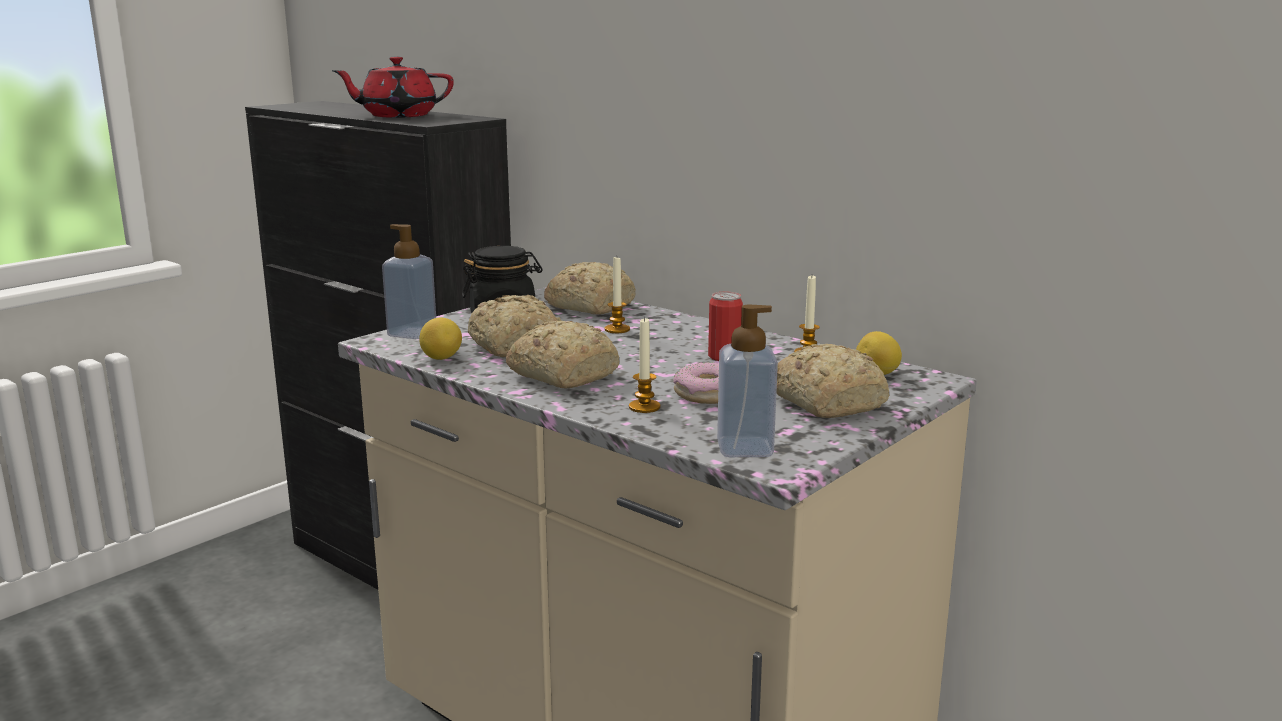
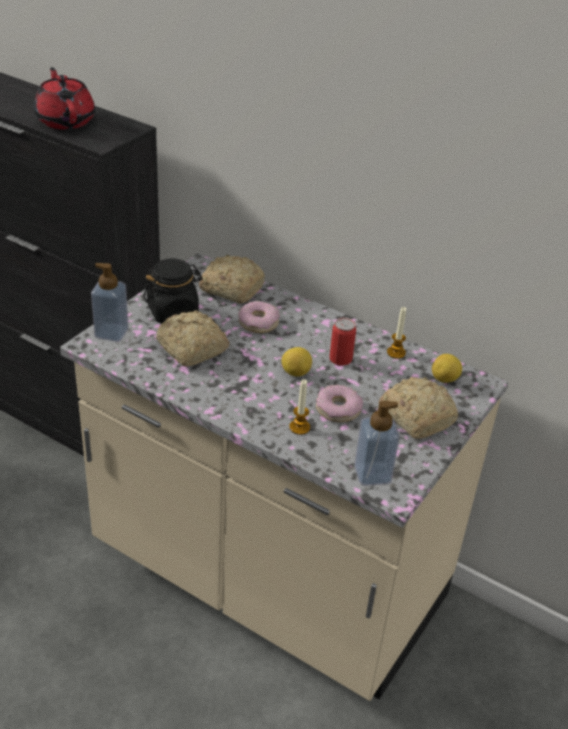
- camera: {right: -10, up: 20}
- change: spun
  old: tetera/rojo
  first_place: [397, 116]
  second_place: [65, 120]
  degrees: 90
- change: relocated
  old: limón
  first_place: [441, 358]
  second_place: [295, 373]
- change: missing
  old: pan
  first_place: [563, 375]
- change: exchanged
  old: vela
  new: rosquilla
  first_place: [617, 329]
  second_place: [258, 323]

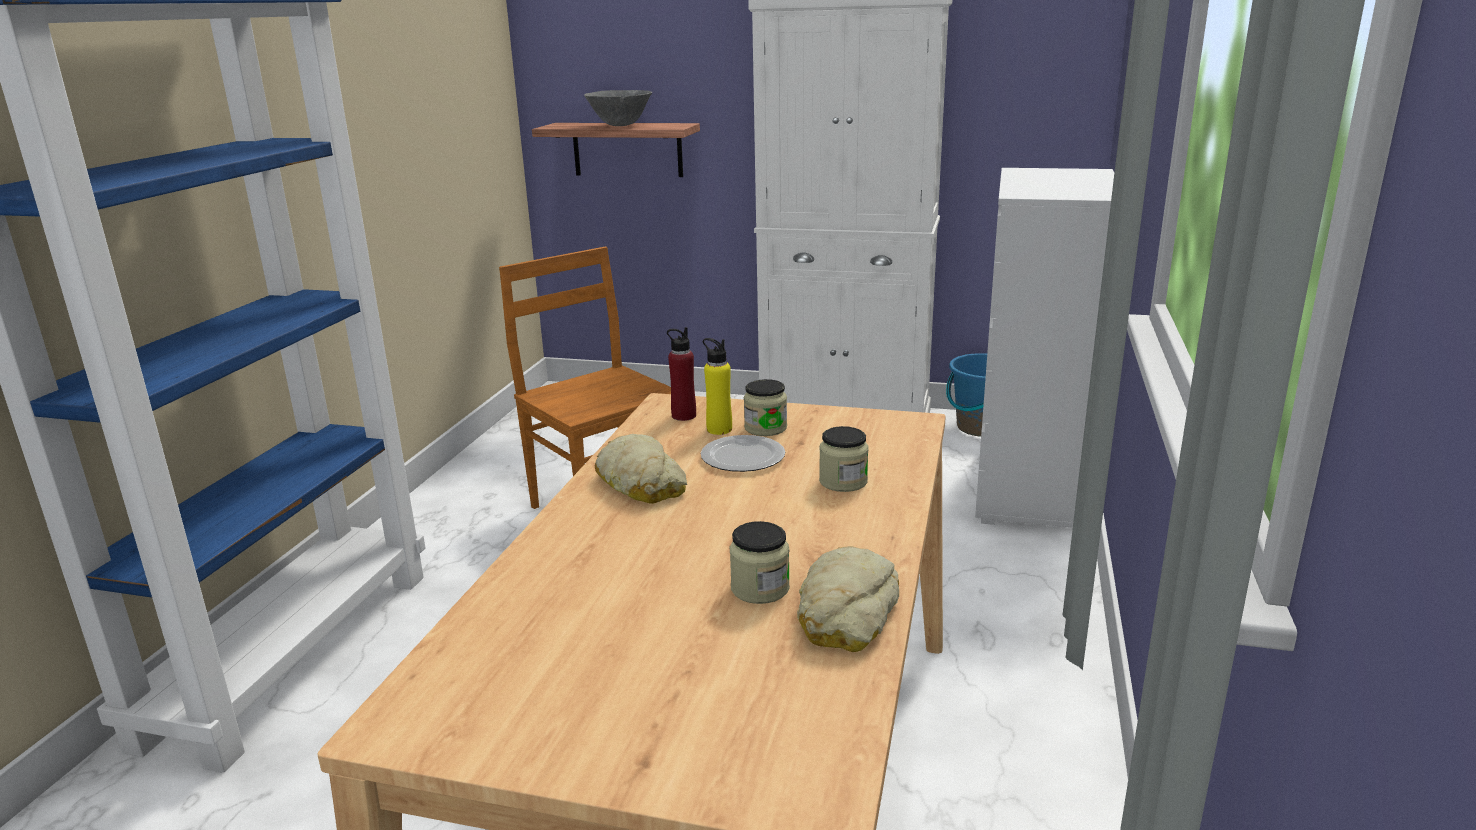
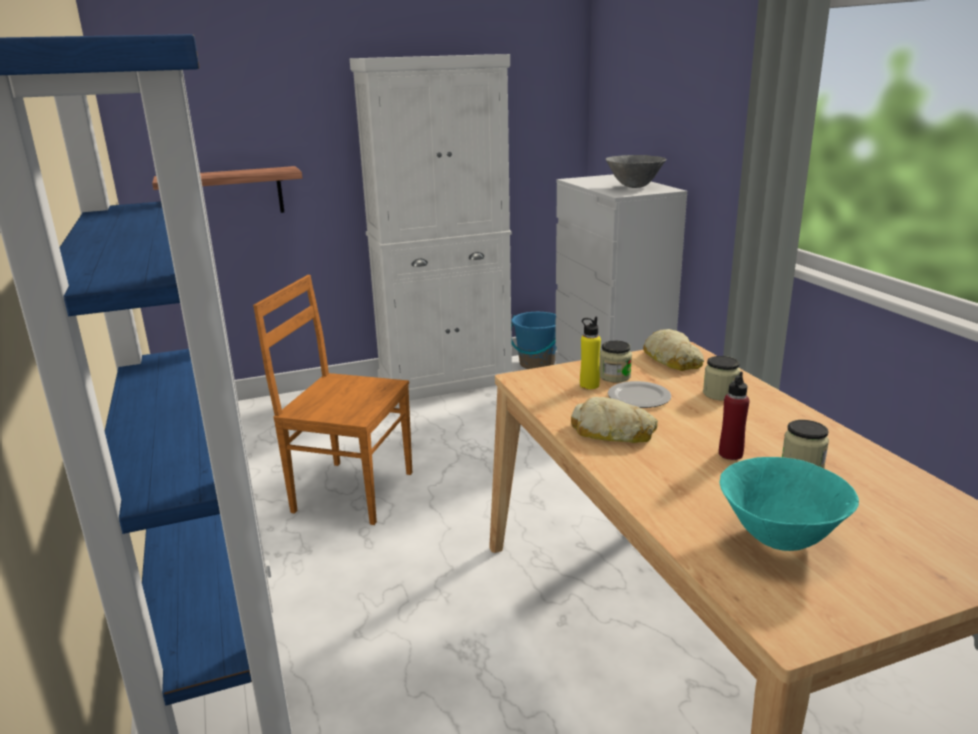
- camera: {right: -35, up: 0}
- change: relocated
  old: cuenco/gris
  first_place: [621, 125]
  second_place: [634, 187]
- change: relocated
  old: botella/rojo
  first_place: [683, 416]
  second_place: [730, 454]
- change: relocated
  old: pan
  first_place: [846, 612]
  second_place: [672, 359]
- change: appeared
  new: cuenco/turquesa
  second_place: [780, 539]

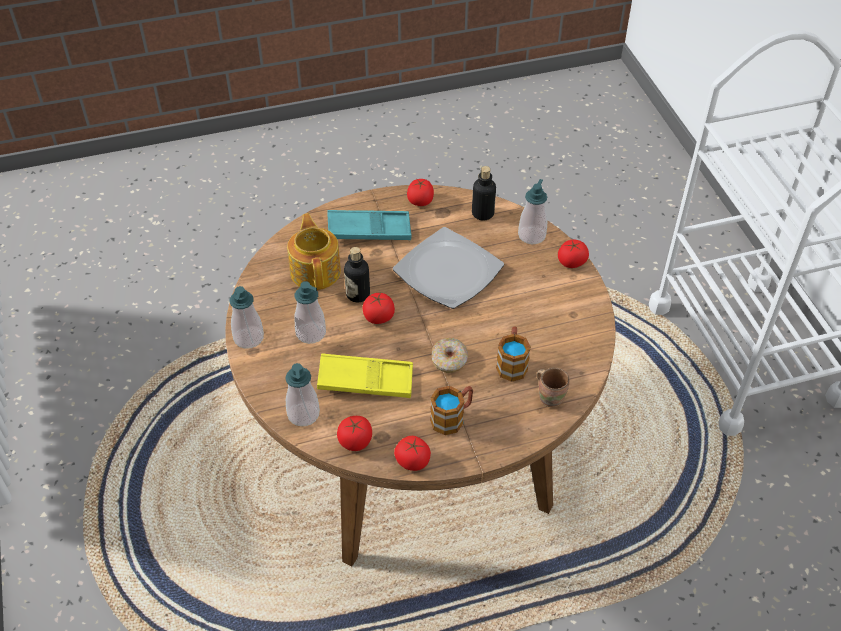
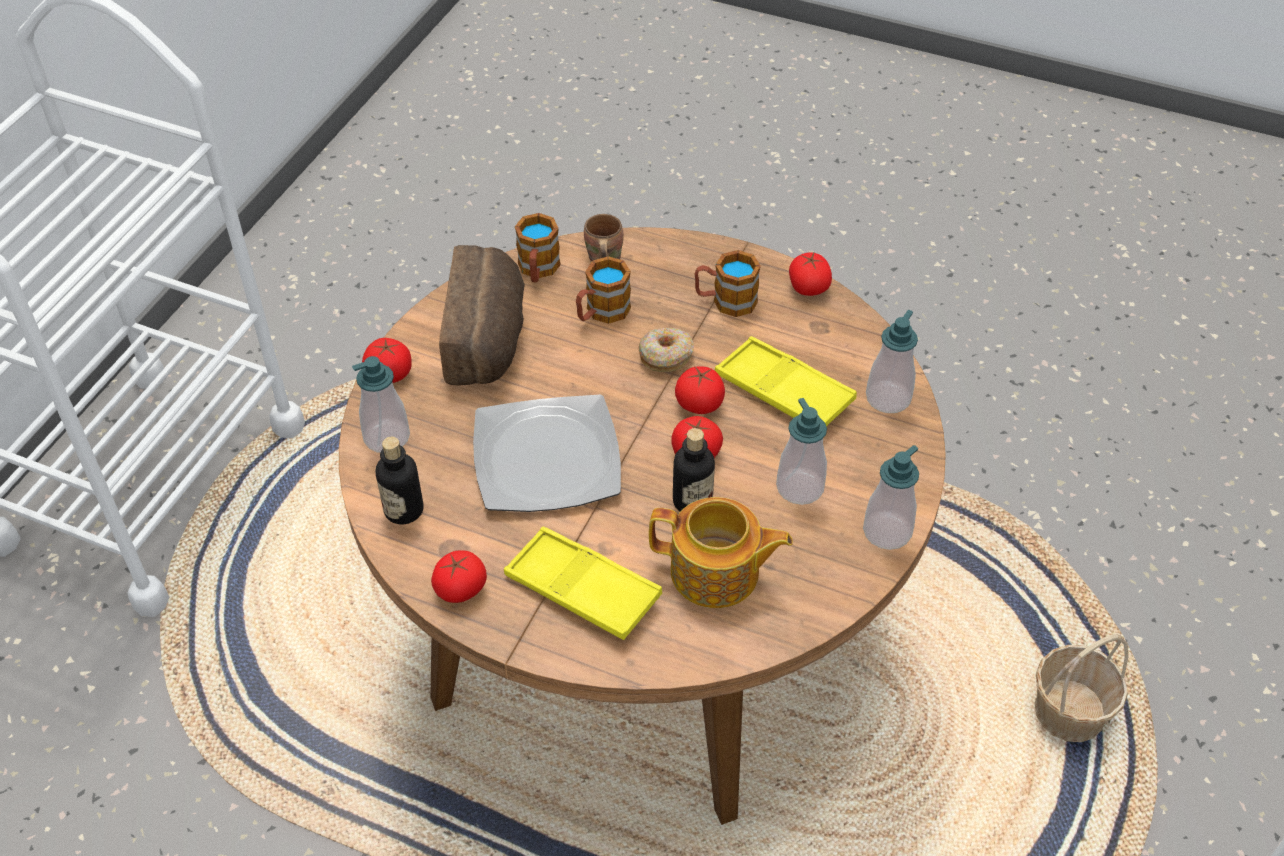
- camera: {right: -140, up: 0}
- change: spun
  old: tetera
  first_place: [316, 270]
  second_place: [716, 573]
  degrees: -105
- change: colour
  old: bandeja/turquesa
  new: bandeja/amarillo
  first_place: [369, 230]
  second_place: [582, 589]
- change: relocated
  old: tomate
  first_place: [355, 441]
  second_place: [699, 404]
- change: appeared
  new: pan
  second_place: [488, 339]
- change: appeared
  new: taza grande
  second_place: [538, 270]
- change: appeared
  new: cesta
  second_place: [1068, 712]

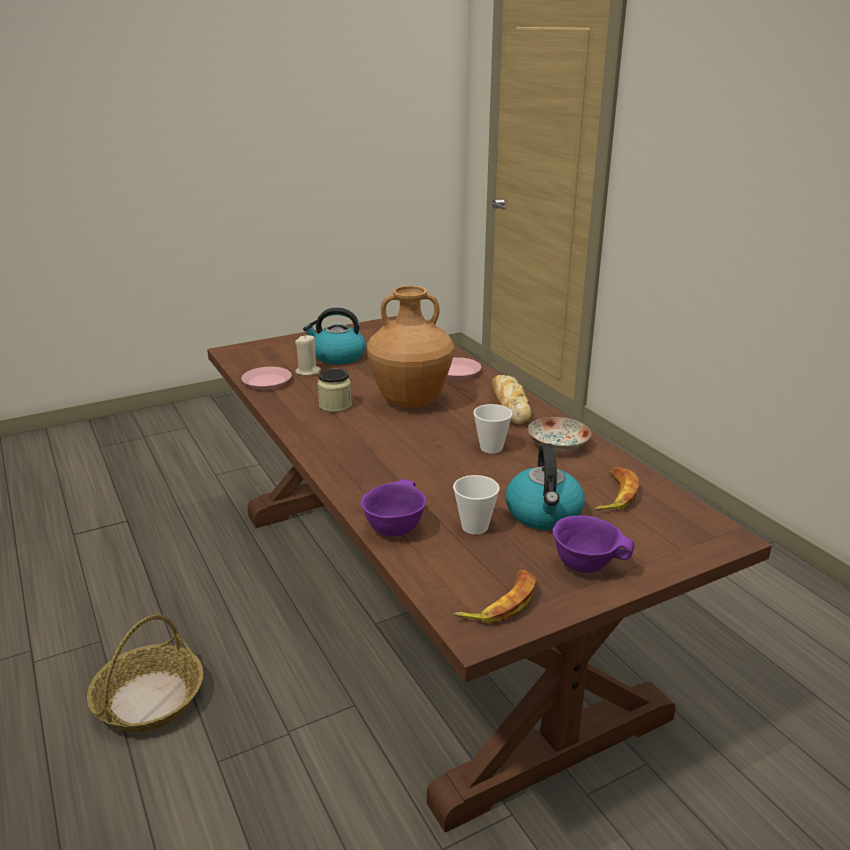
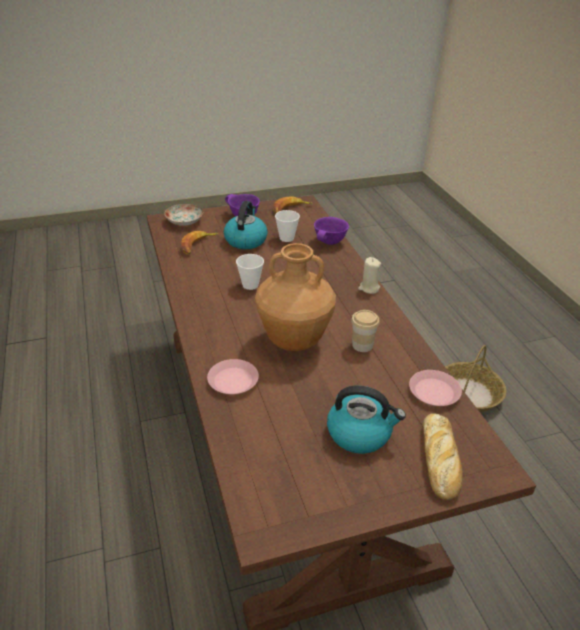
- camera: {right: -170, up: 10}
- change: relocated
  old: vela/beis
  first_place: [308, 371]
  second_place: [369, 288]
- change: exchanged
  old: tarro
  new: taza
  first_place: [335, 405]
  second_place: [362, 345]
- change: relocated
  old: pan
  first_place: [509, 406]
  second_place: [440, 461]
- change: relocated
  old: plato
  first_place: [557, 444]
  second_place: [185, 221]

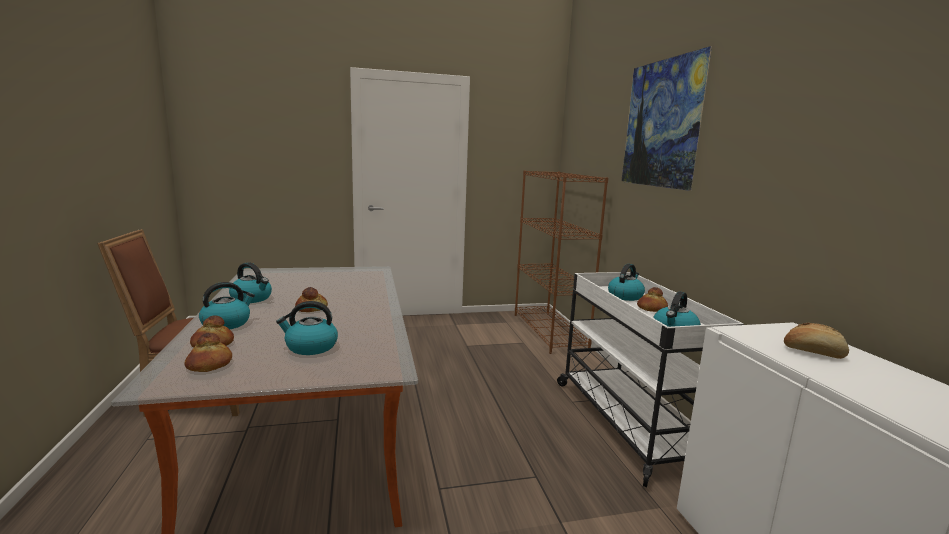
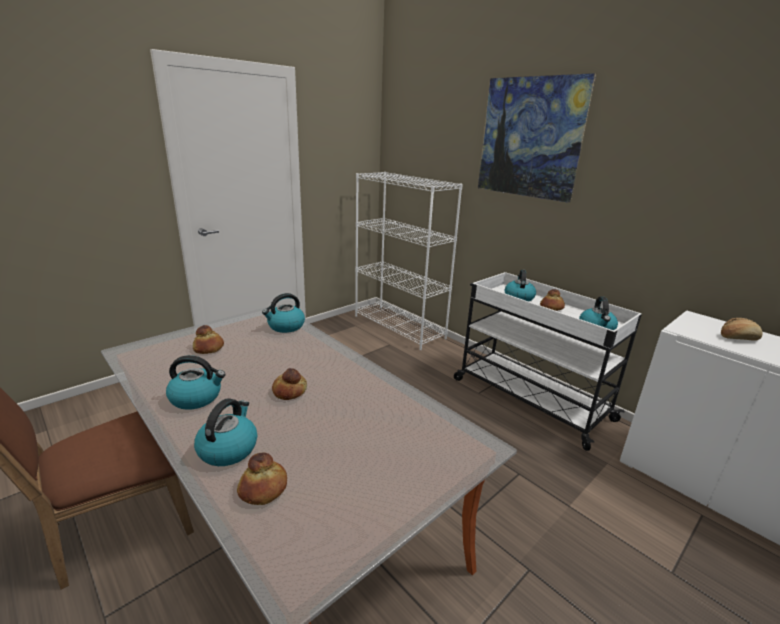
- camera: {right: -30, up: 10}
- change: relocated
  old: pan
  first_place: [210, 365]
  second_place: [209, 348]
- change: relocated
  old: hervidor
  first_place: [310, 347]
  second_place: [285, 326]
- change: colour
  old: estantería/marrón
  new: estantería/blanco
  first_place: [549, 332]
  second_place: [399, 327]

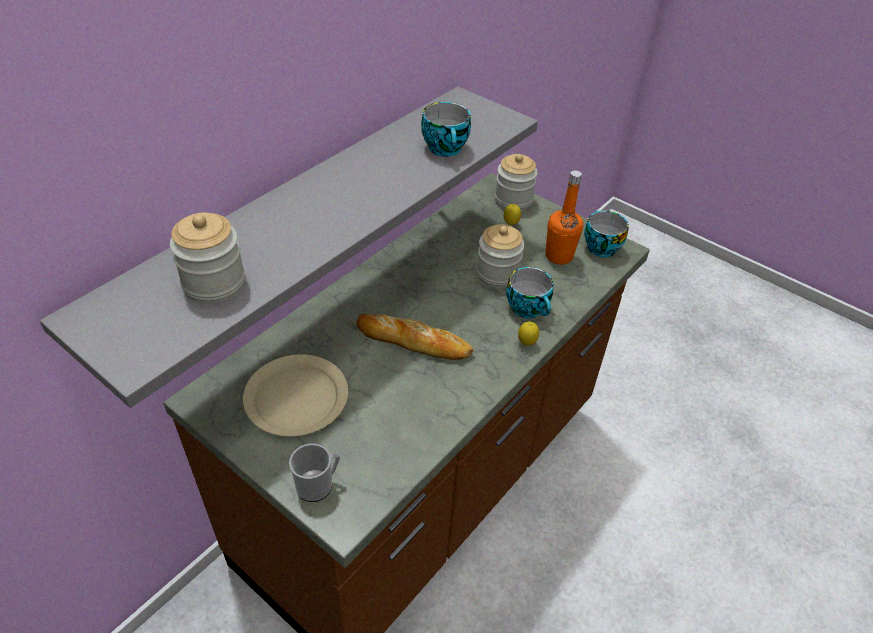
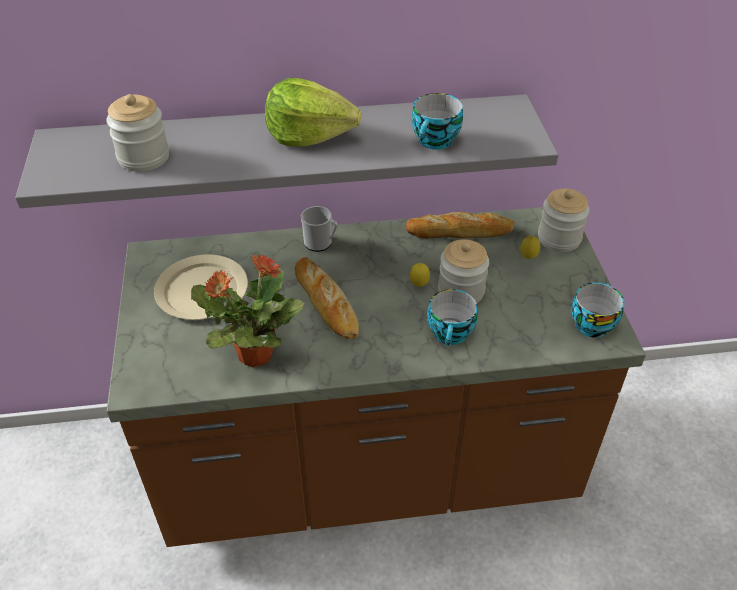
- camera: {right: 45, up: 0}
- change: relocated
  old: taza grande
  first_place: [318, 485]
  second_place: [321, 243]
- change: relocated
  old: limón
  first_place: [526, 343]
  second_place: [419, 285]
- change: missing
  old: botella/naranja
  first_place: [558, 256]
- change: appeared
  new: planta en maceta
  second_place: [253, 354]
- change: appeared
  new: lechuga
  second_place: [309, 135]
- change: appeared
  new: pan
  second_place: [460, 231]

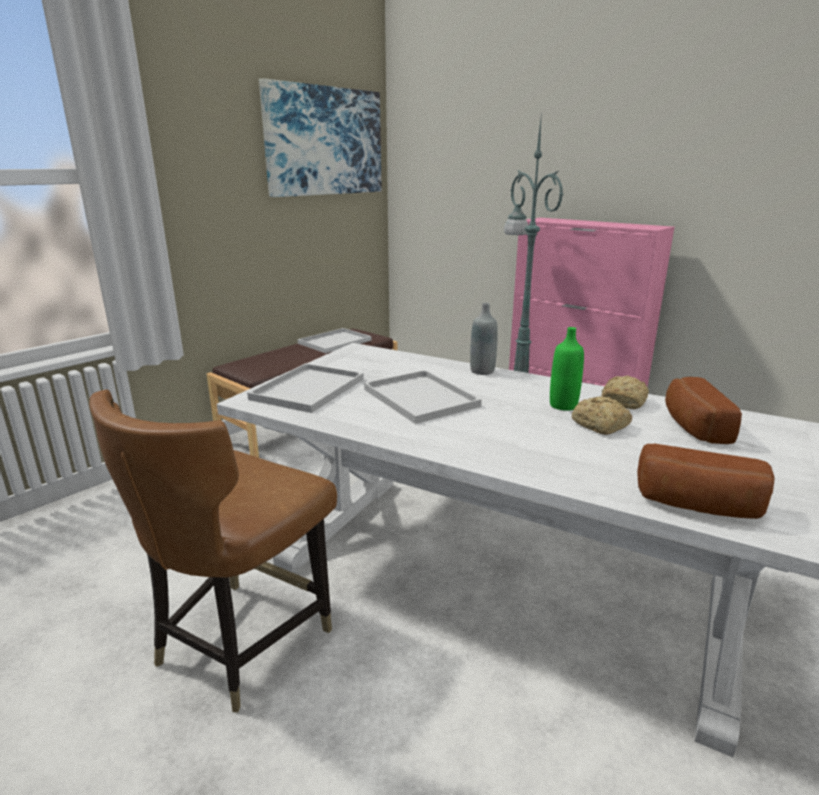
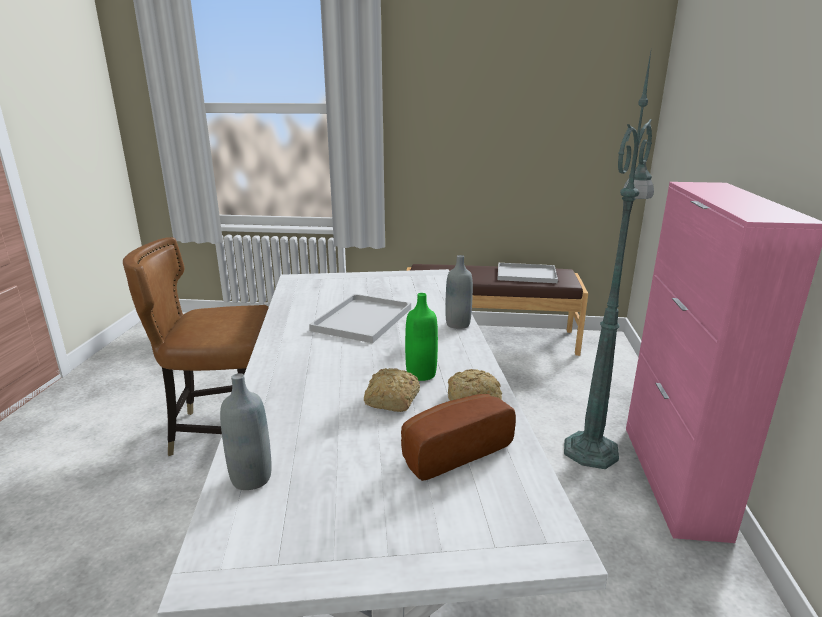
- camera: {right: 55, up: 0}
- change: missing
  old: bandeja/blanco
  first_place: [308, 390]
- change: missing
  old: cuadro
  first_place: [324, 141]
- change: exchanged
  old: pan
  new: botella/gris
  first_place: [698, 506]
  second_place: [251, 478]

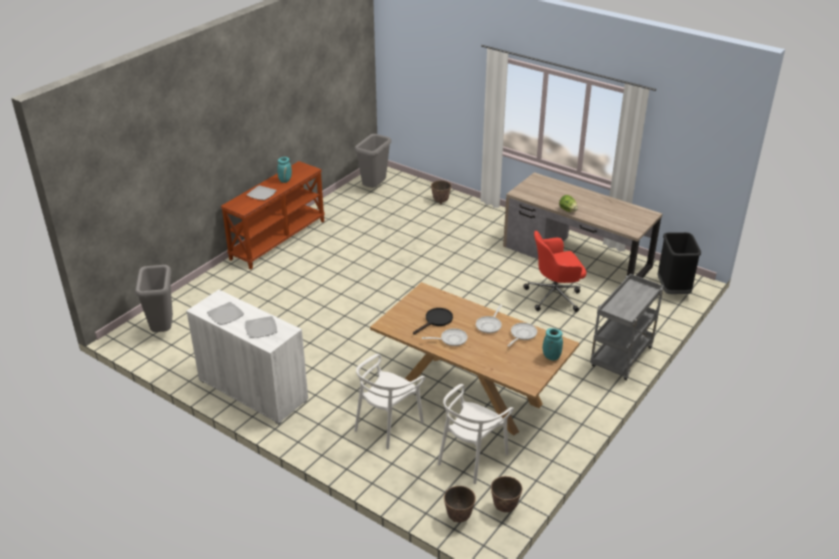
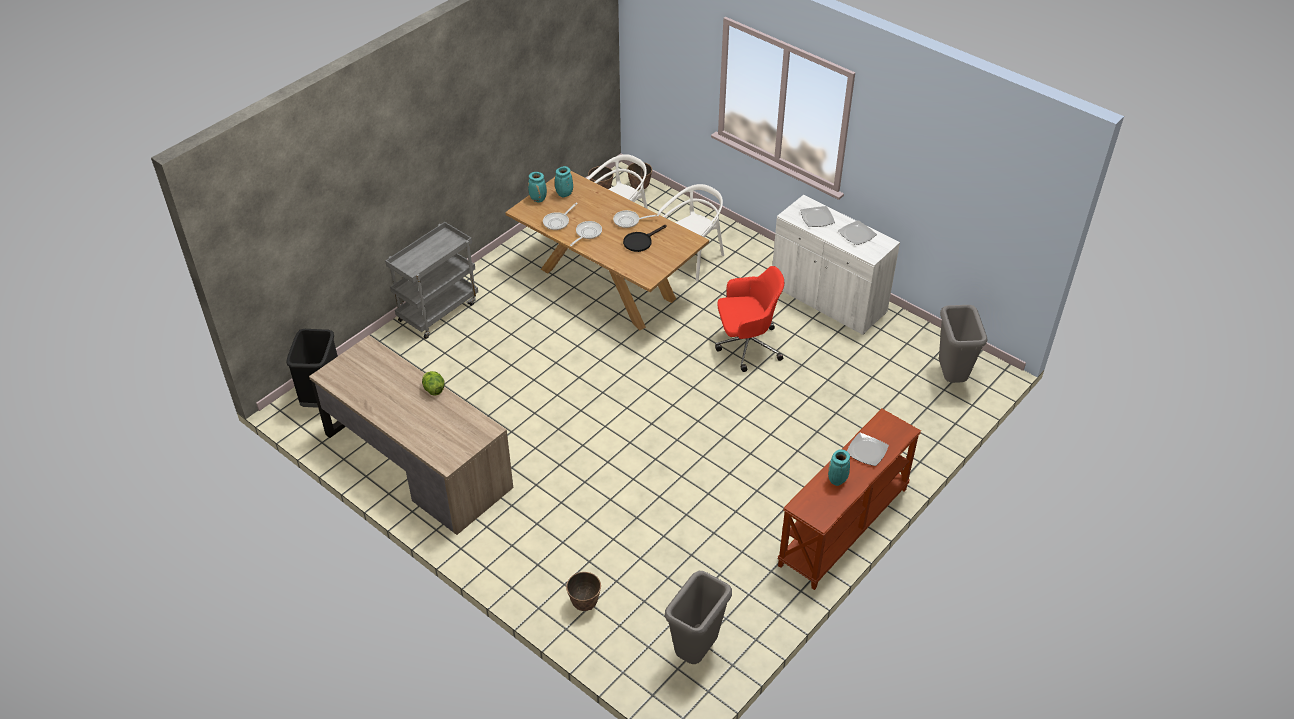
- camera: {right: -175, up: 10}
- change: relocated
  old: silla de oficina/rojo
  first_place: [555, 296]
  second_place: [746, 345]
- change: appeared
  new: florero/turquesa
  second_place: [564, 194]

